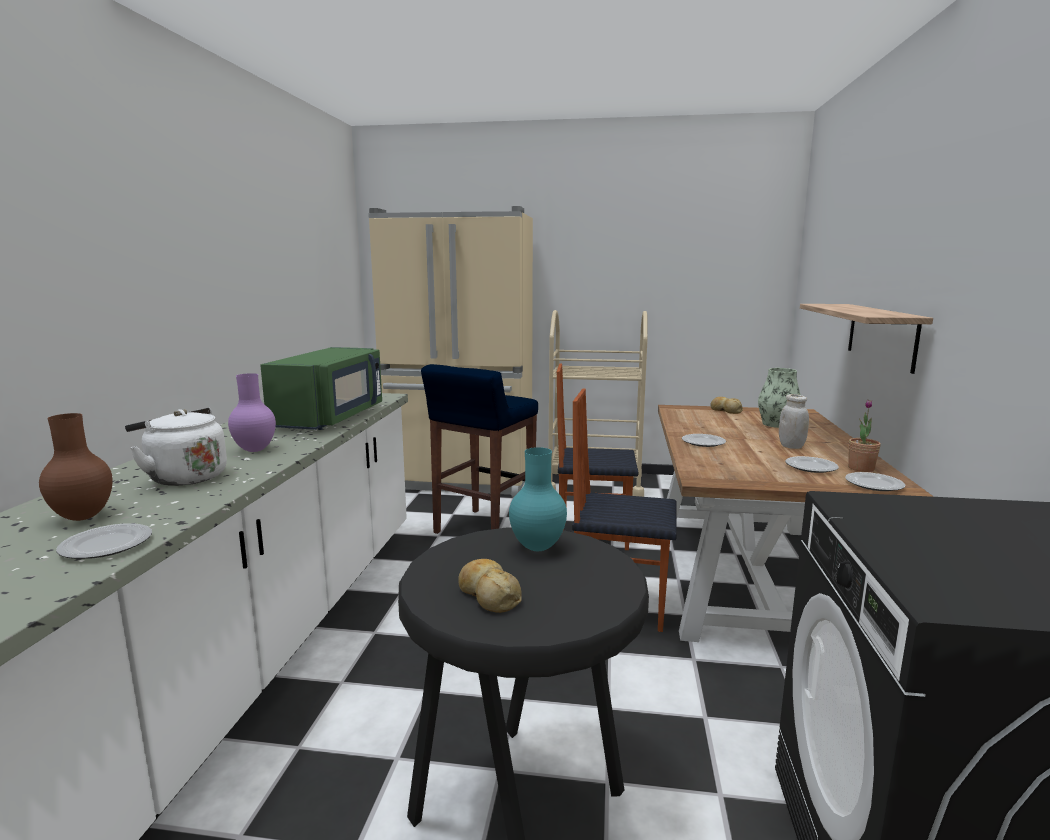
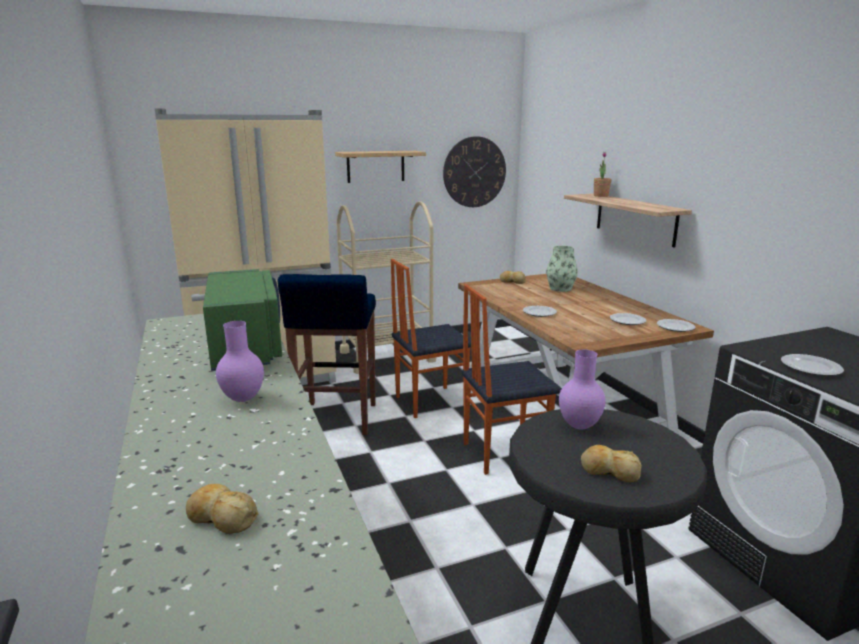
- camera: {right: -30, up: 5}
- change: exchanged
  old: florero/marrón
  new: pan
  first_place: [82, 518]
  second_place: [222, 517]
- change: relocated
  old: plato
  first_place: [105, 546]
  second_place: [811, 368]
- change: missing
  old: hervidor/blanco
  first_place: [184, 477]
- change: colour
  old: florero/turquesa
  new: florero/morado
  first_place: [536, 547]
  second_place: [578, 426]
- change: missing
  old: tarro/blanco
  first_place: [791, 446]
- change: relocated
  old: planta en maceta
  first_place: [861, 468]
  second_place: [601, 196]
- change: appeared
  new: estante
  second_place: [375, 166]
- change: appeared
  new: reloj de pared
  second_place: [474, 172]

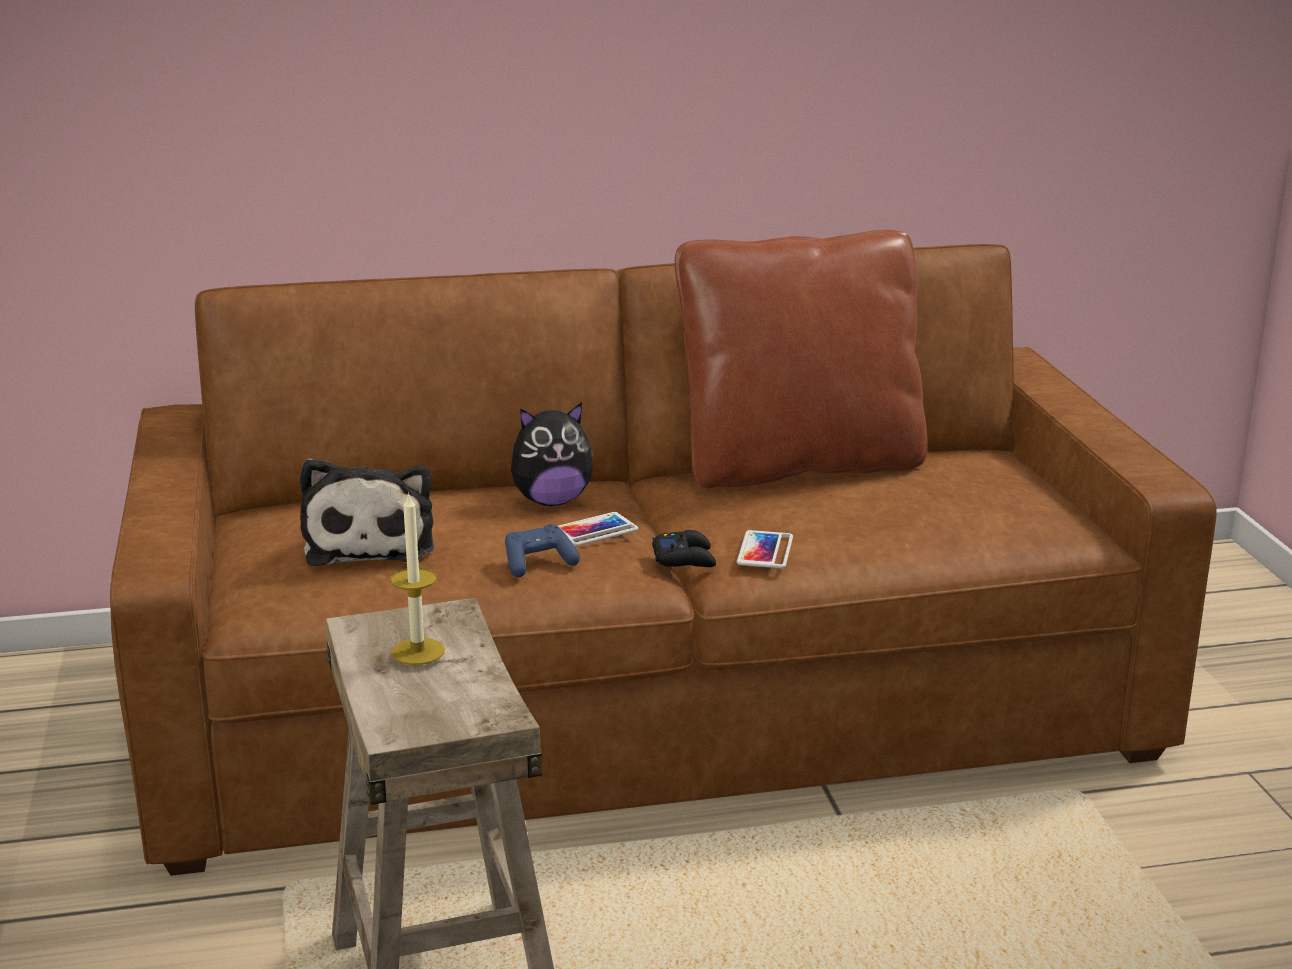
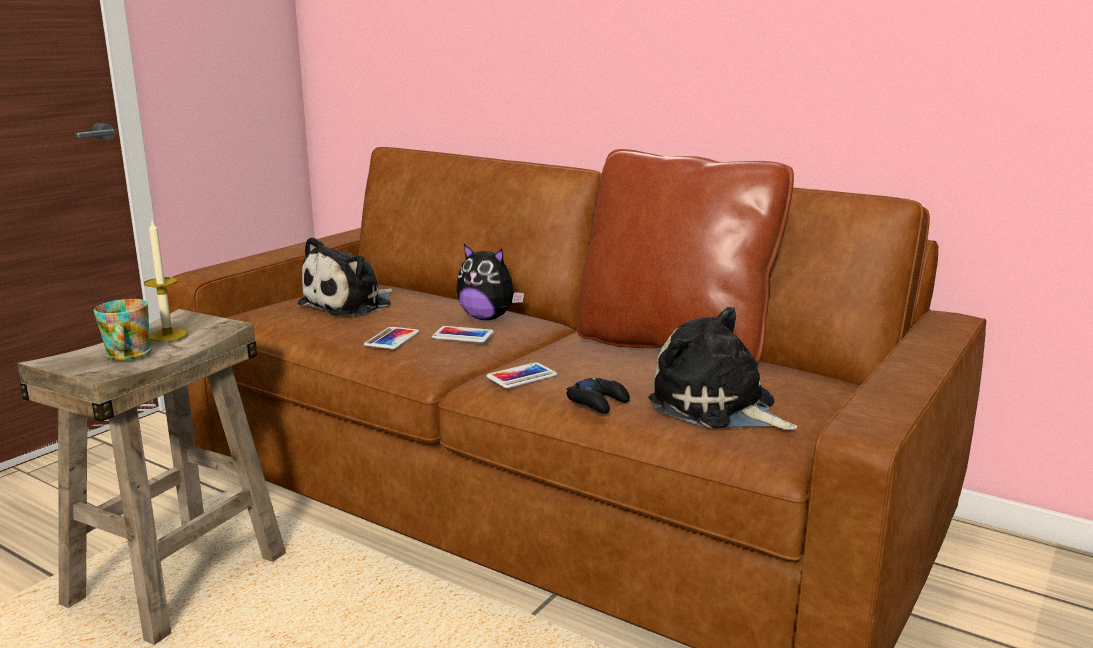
- camera: {right: 45, up: -5}
- change: exchanged
  old: mando de consola/azul
  new: móvil
  first_place: [538, 563]
  second_place: [392, 339]
- change: relocated
  old: mando de consola/negro
  first_place: [684, 558]
  second_place: [598, 402]
- change: appeared
  new: taza grande
  second_place: [127, 355]
- change: appeared
  new: peluche
  second_place: [717, 407]

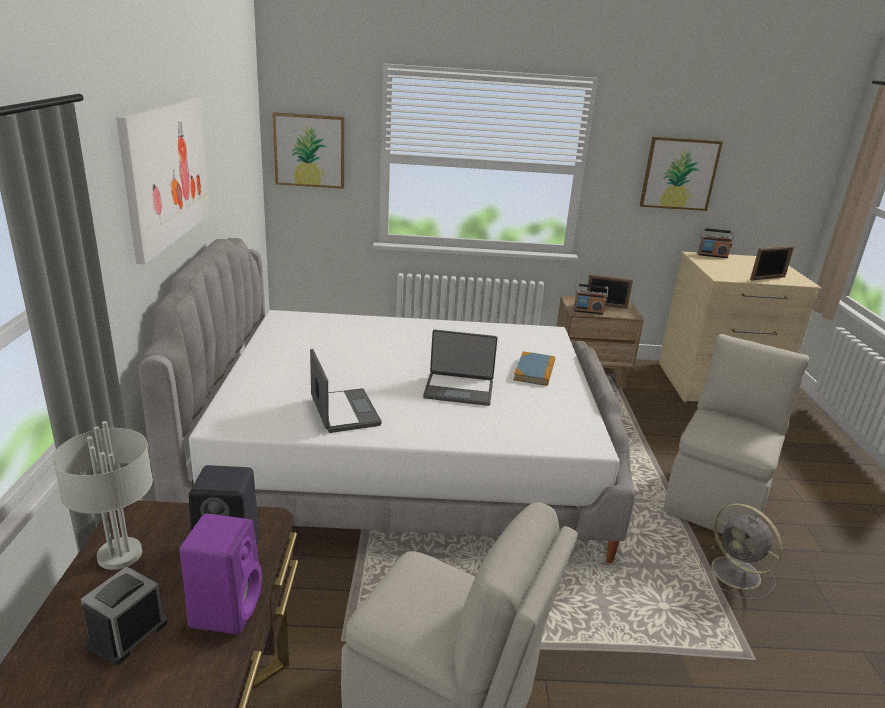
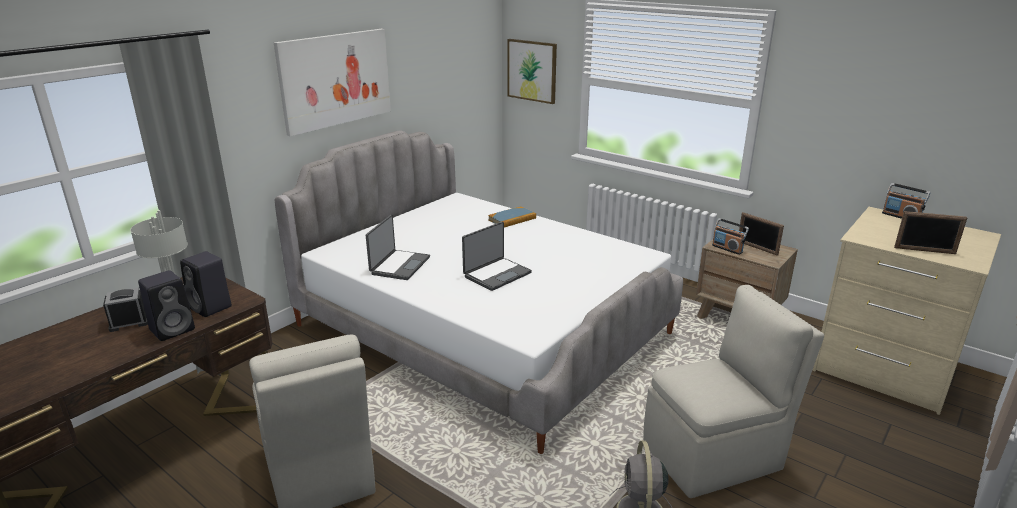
- camera: {right: 40, up: 0}
- change: colour
  old: altavoz/morado
  new: altavoz/negro
  first_place: [226, 608]
  second_place: [174, 329]
- change: spun
  old: portátil
  first_place: [459, 389]
  second_place: [496, 274]
  degrees: -90
- change: relocated
  old: libro
  first_place: [534, 371]
  second_place: [512, 219]
- change: missing
  old: cuadro
  first_place: [679, 174]

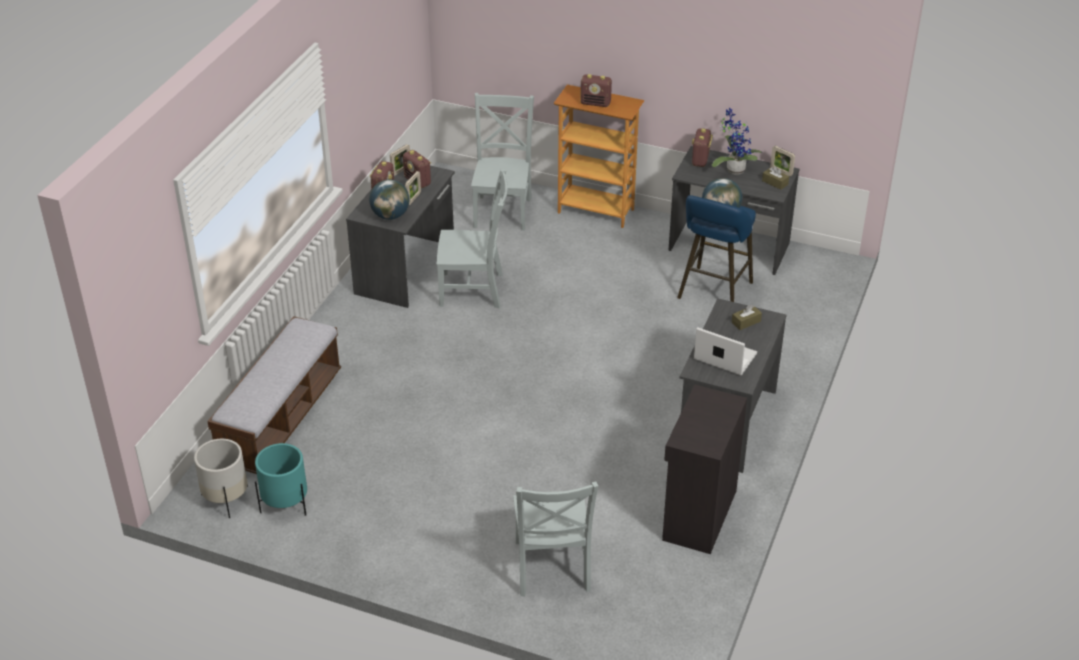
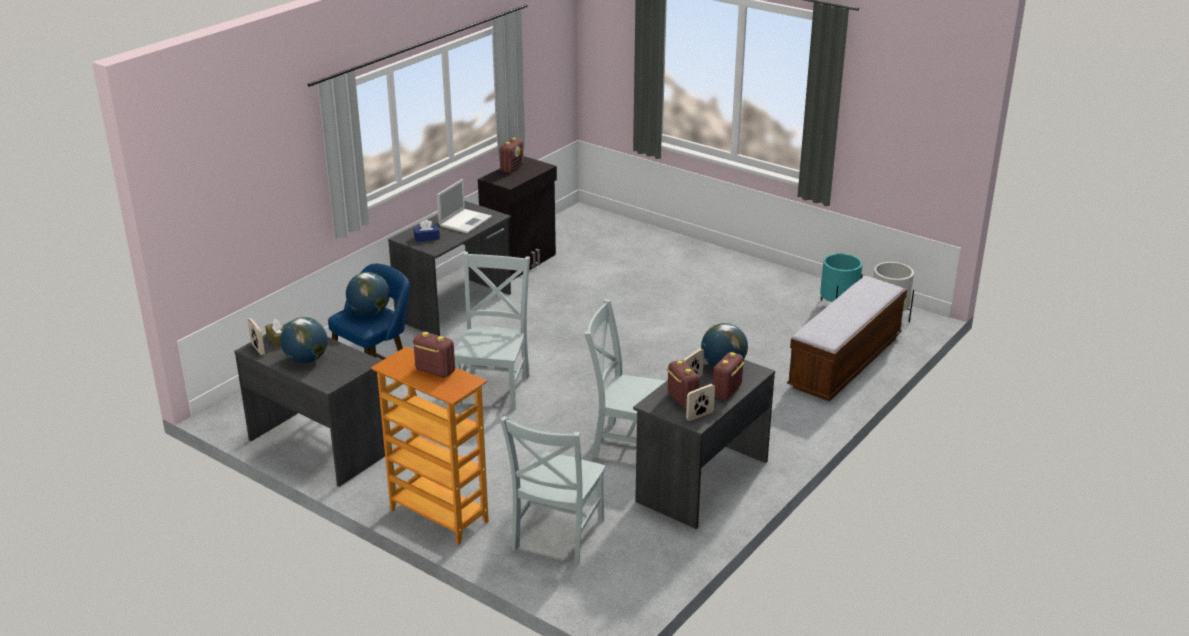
- camera: {right: -165, up: -10}
- change: relocated
  old: silla/gris
  first_place: [551, 569]
  second_place: [494, 388]
- change: relocated
  old: radio
  first_place: [700, 160]
  second_place: [512, 168]
- change: spun
  old: portátil
  first_place: [724, 356]
  second_place: [465, 221]
  degrees: -105
- change: exchanged
  old: planta en maceta
  new: globo terráqueo
  first_place: [733, 169]
  second_place: [306, 360]
- change: colour
  old: caja de pañuelos/marrón
  new: caja de pañuelos/azul
  first_place: [746, 322]
  second_place: [427, 238]

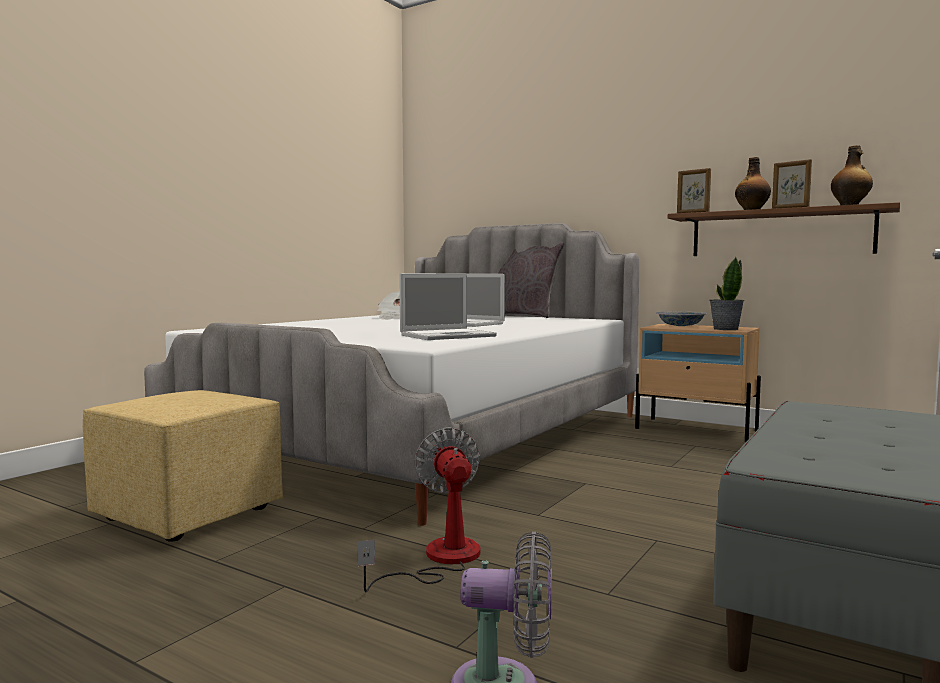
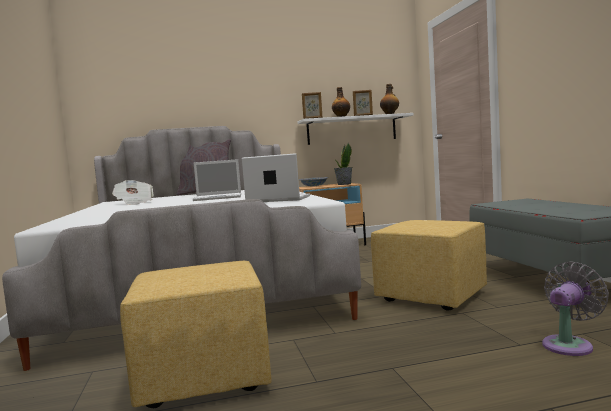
- camera: {right: -45, up: 0}
- change: missing
  old: ventilador
  first_place: [439, 560]
- change: spun
  old: portátil
  first_place: [449, 335]
  second_place: [277, 199]
  degrees: -90
- change: colour
  old: estante/marrón
  new: estante/blanco
  first_place: [780, 233]
  second_place: [351, 130]
- change: appeared
  new: puf/amarillo
  second_place: [432, 296]

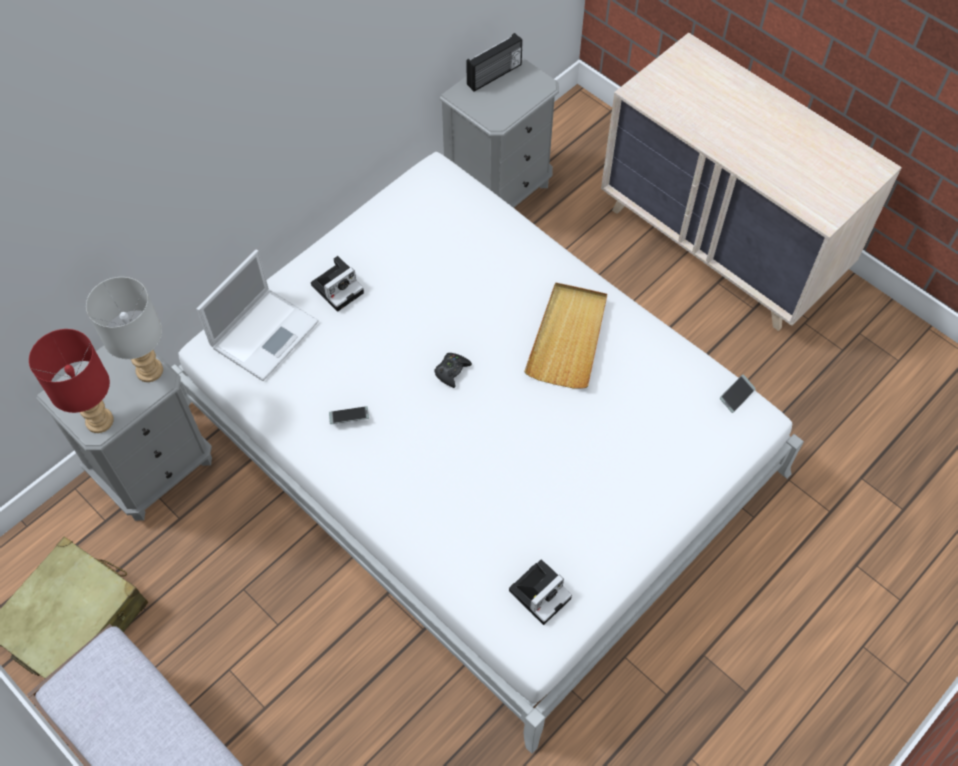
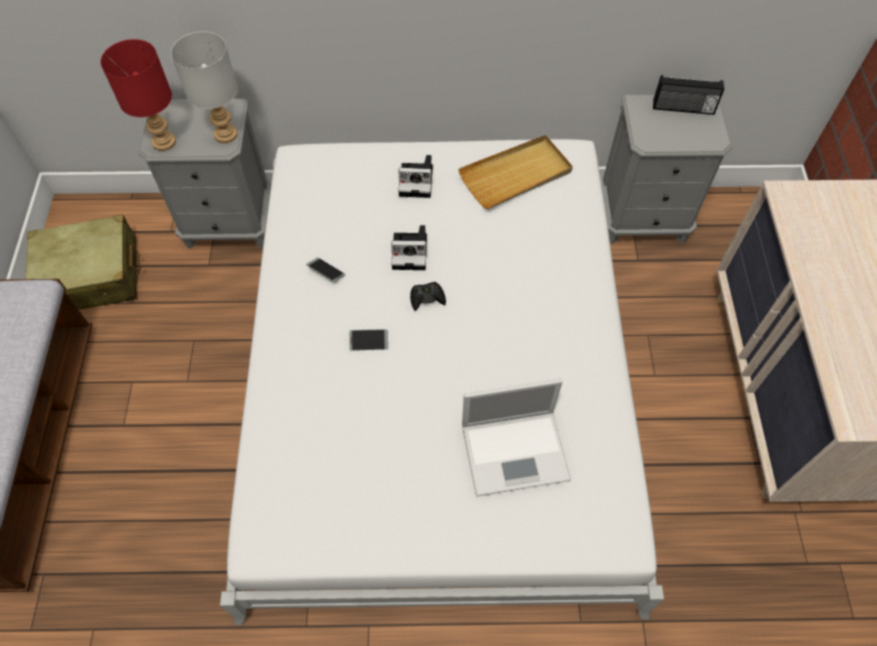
- camera: {right: 45, up: 0}
- change: relocated
  old: portátil
  first_place: [266, 333]
  second_place: [517, 451]
- change: relocated
  old: cámara
  first_place: [540, 592]
  second_place: [411, 252]
- change: relocated
  old: bandeja/beis
  first_place: [568, 337]
  second_place: [516, 175]
- change: relocated
  old: móvil
  first_place: [736, 395]
  second_place: [369, 342]

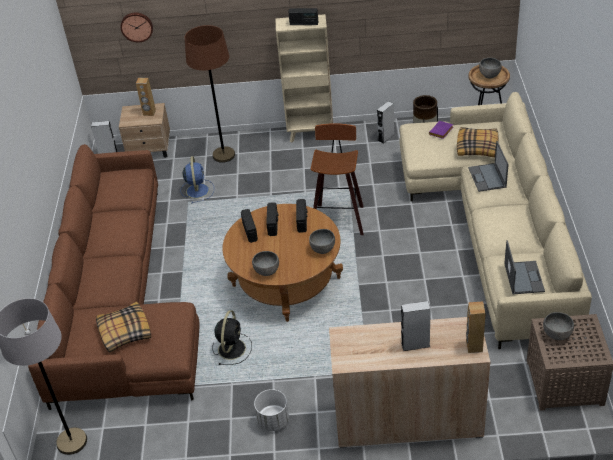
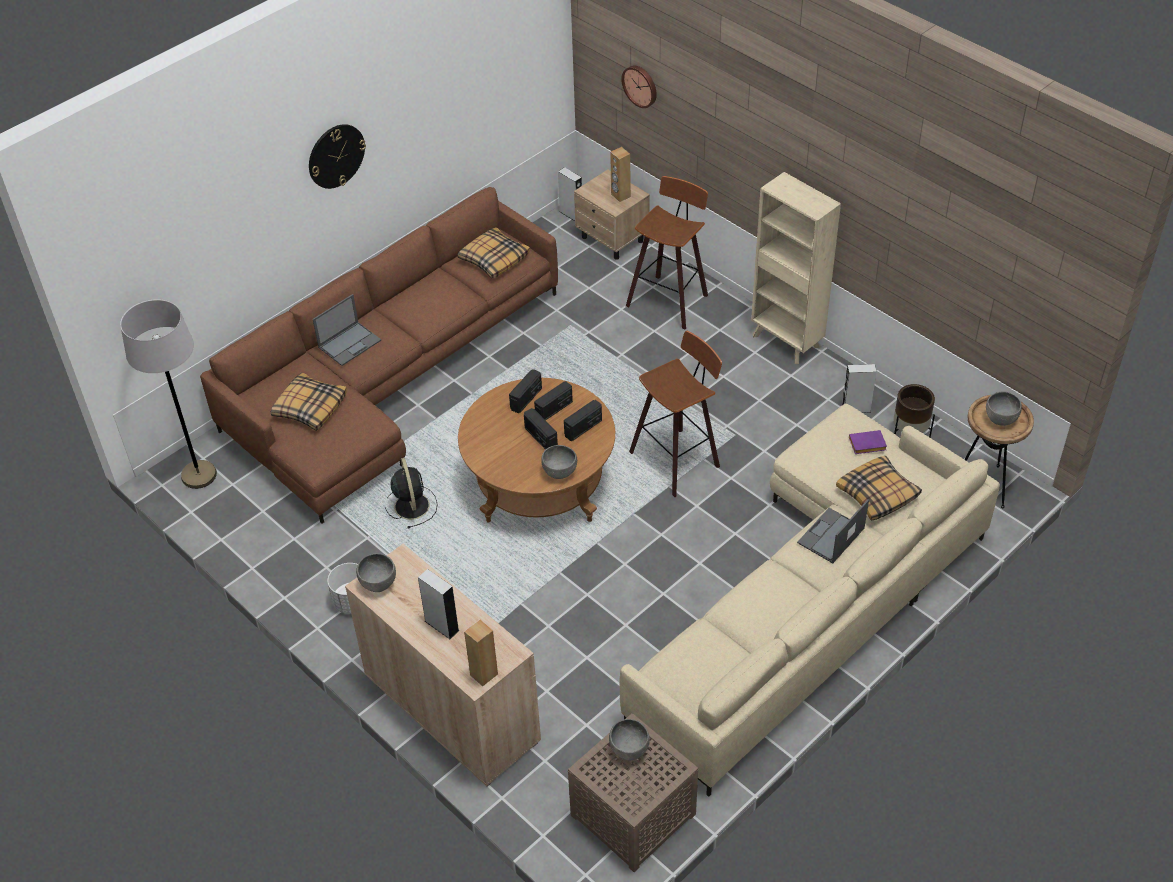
- camera: {right: 45, up: 5}
- change: missing
  old: ventilador/azul
  first_place: [197, 190]
- change: exchanged
  old: lámpara de pie/marrón
  new: taburete
  first_place: [224, 155]
  second_place: [669, 300]
- change: spun
  old: ventilador/negro
  first_place: [232, 348]
  second_place: [411, 505]
  degrees: -75
- change: relocated
  old: cuenco/gris
  first_place: [267, 271]
  second_place: [378, 584]
- change: relocated
  old: radio
  first_place: [304, 23]
  second_place: [540, 438]
- change: relocated
  old: portátil
  first_place: [523, 277]
  second_place: [350, 343]
- change: appeared
  new: reloj de pared
  second_place: [336, 156]
- change: appeared
  new: cojín
  second_place: [494, 259]

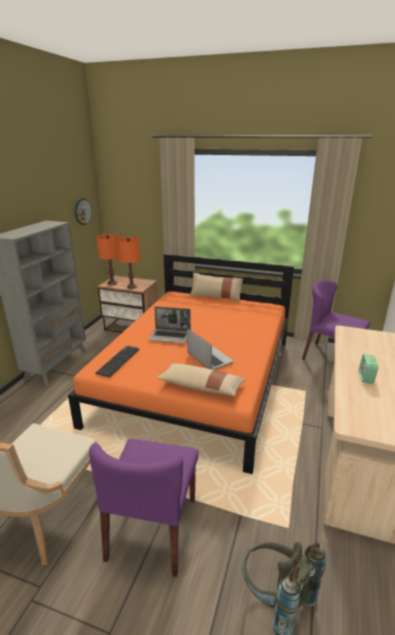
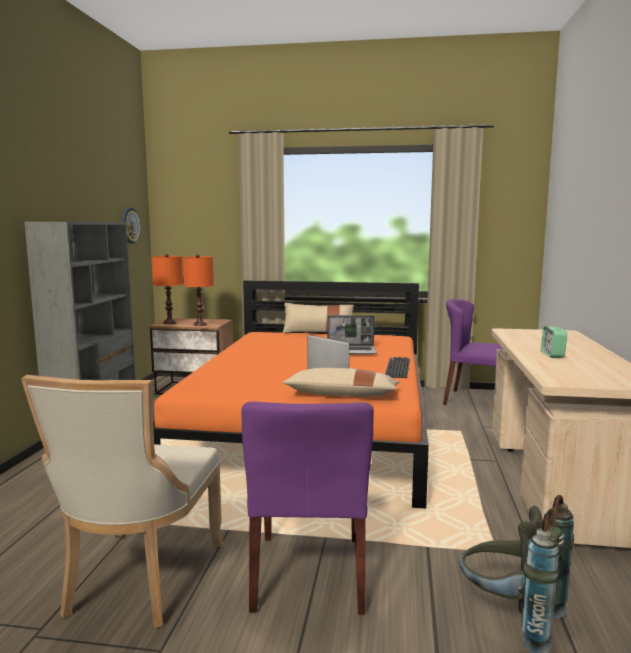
- camera: {right: -10, up: -15}
- change: relocated
  old: teclado
  first_place: [118, 361]
  second_place: [397, 368]
- change: relocated
  old: portátil
  first_place: [170, 336]
  second_place: [352, 351]

